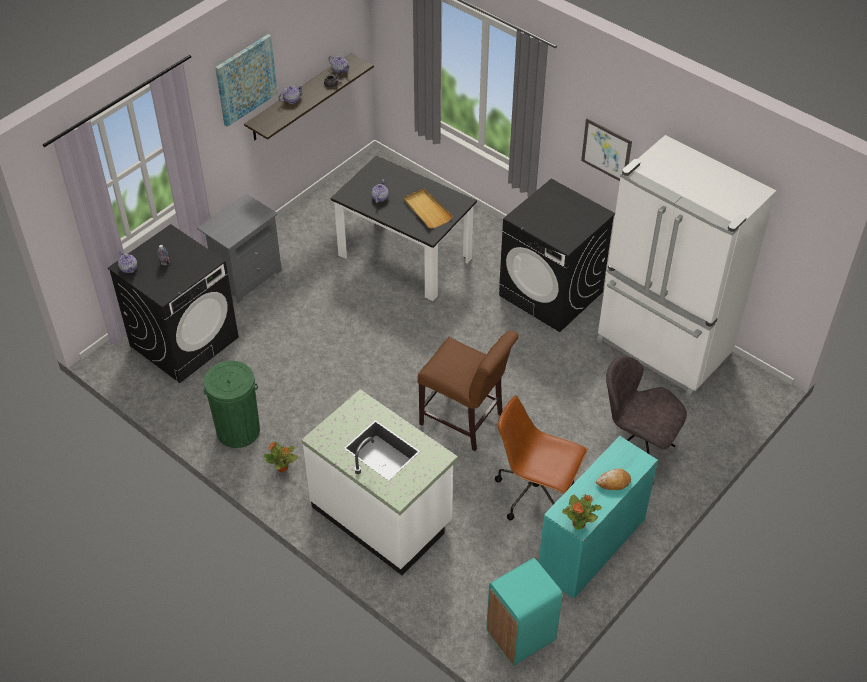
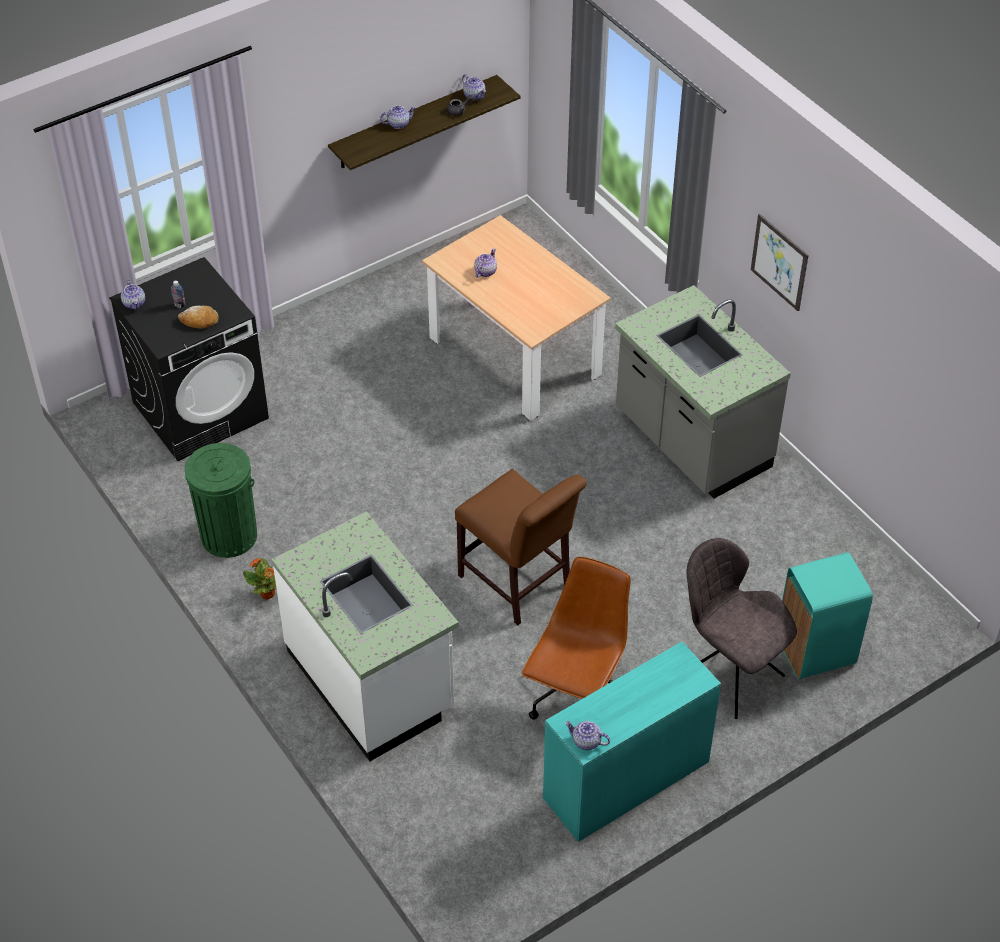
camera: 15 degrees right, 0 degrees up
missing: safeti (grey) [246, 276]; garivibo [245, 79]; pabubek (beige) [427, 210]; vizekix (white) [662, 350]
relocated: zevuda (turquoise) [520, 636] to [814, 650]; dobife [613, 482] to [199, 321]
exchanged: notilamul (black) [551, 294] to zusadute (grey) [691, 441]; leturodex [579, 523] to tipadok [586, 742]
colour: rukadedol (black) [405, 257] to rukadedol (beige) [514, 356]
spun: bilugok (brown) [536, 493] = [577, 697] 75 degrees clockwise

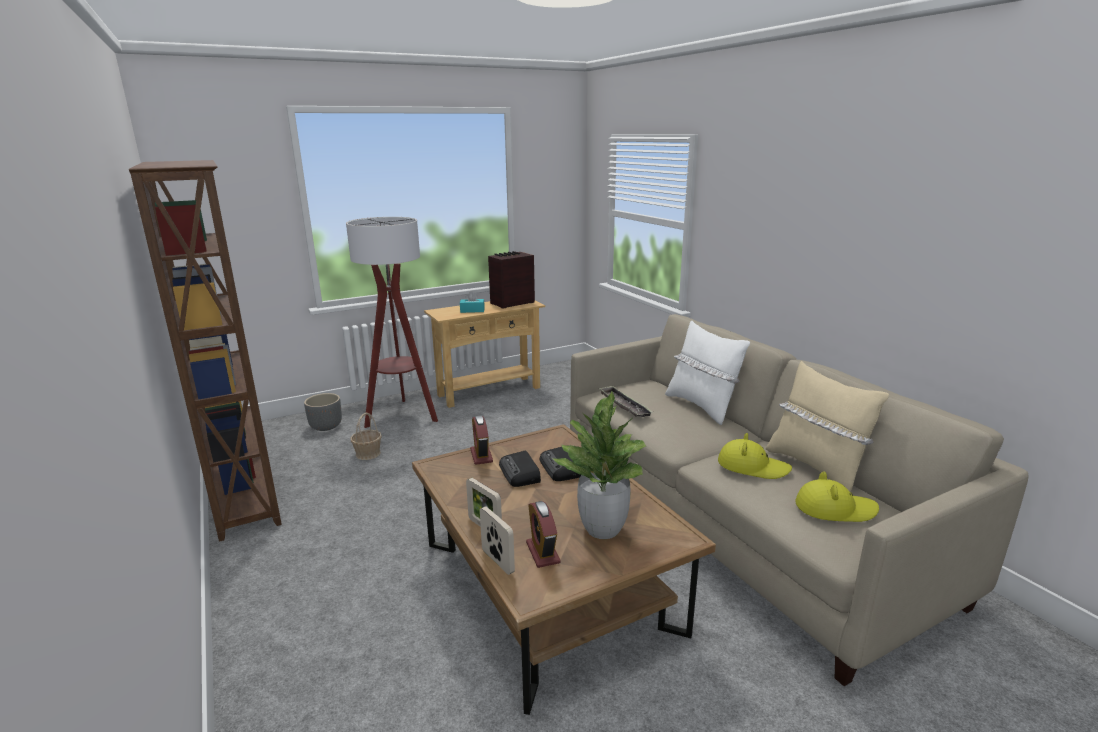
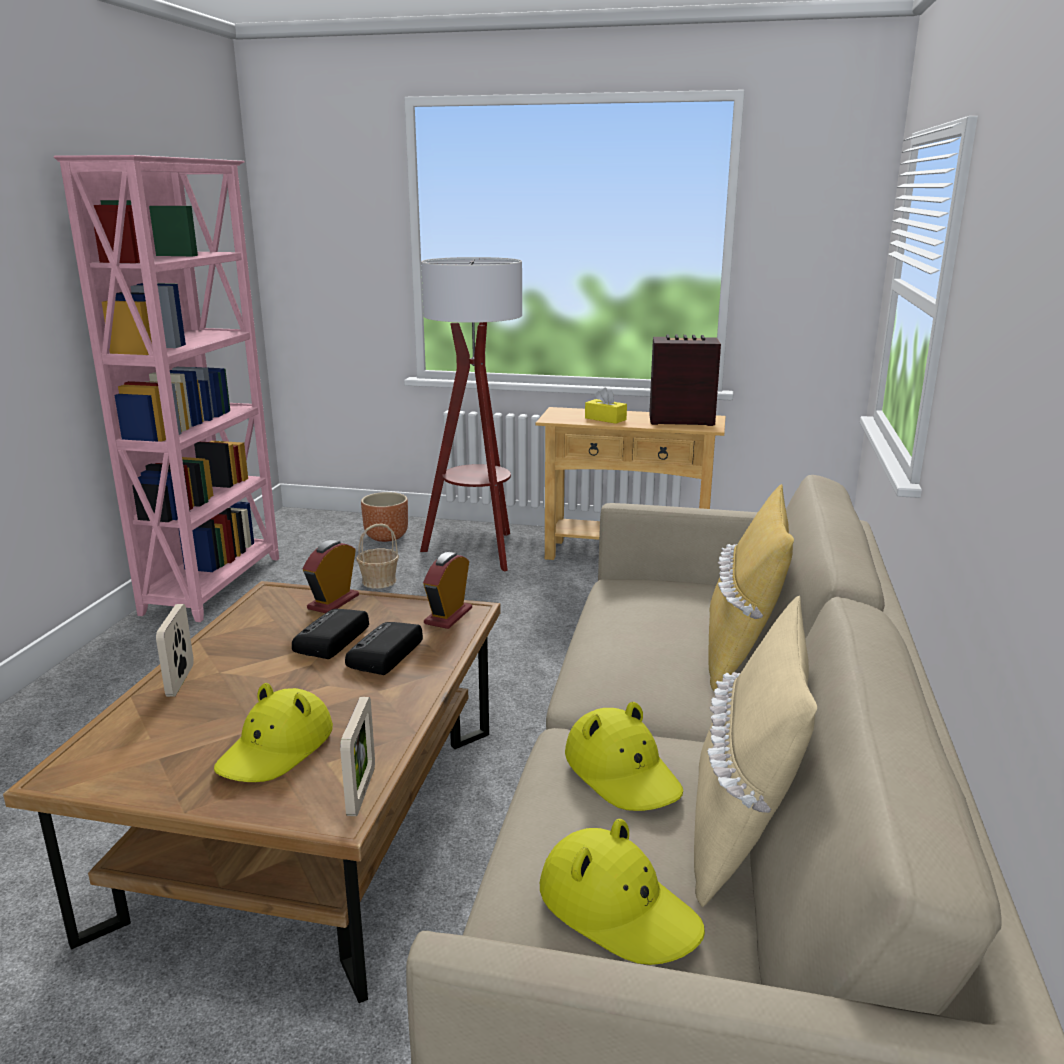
camera: 40 degrees right, 0 degrees up
missing: pabubek [624, 405]
relocated: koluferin [497, 561] to [361, 791]; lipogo [542, 552] to [448, 616]
exchanged: leturodex [602, 529] to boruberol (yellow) [276, 748]
colour: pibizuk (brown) [248, 498] to pibizuk (pink) [215, 584]; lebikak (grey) [326, 426] to lebikak (brown) [387, 537]; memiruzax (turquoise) [472, 310] to memiruzax (yellow) [605, 419]; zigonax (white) [701, 406] to zigonax (yellow) [741, 653]

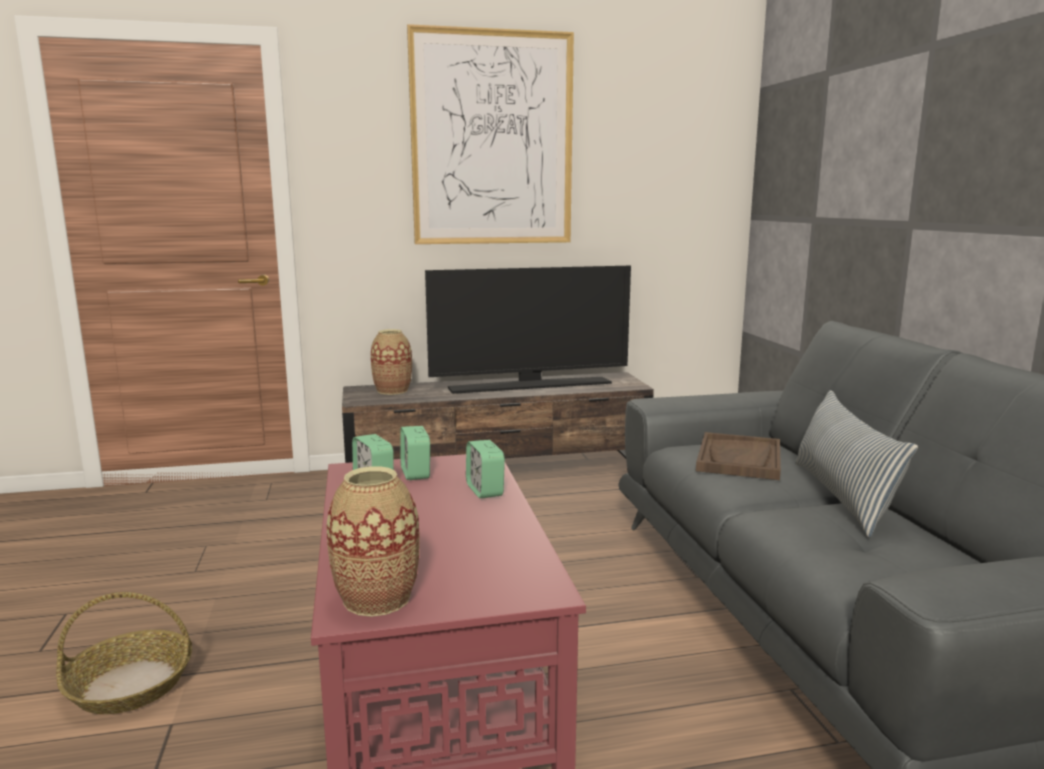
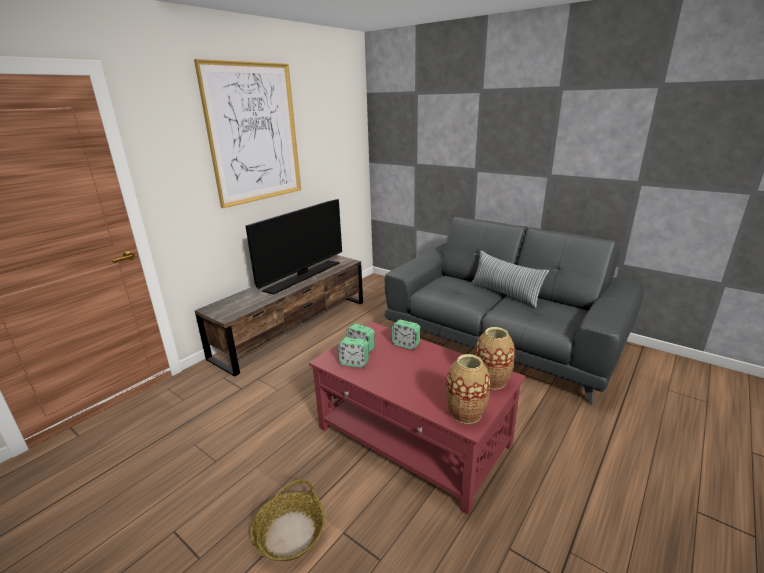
camera: 40 degrees left, 10 degrees up
missing: pabubek (brown) [739, 459]
relocated: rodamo [392, 390] to [491, 380]

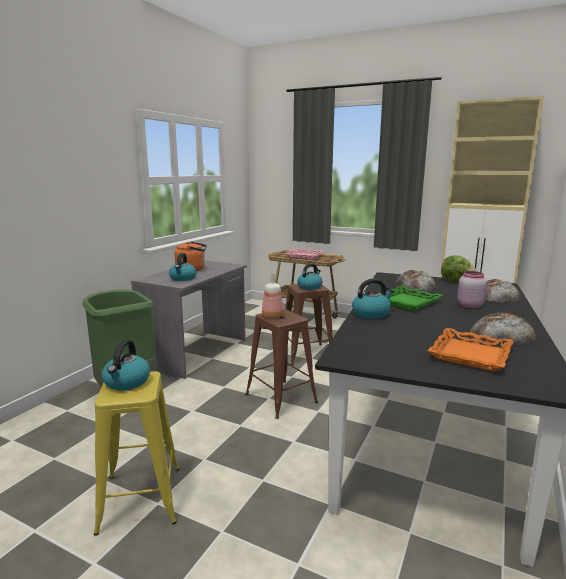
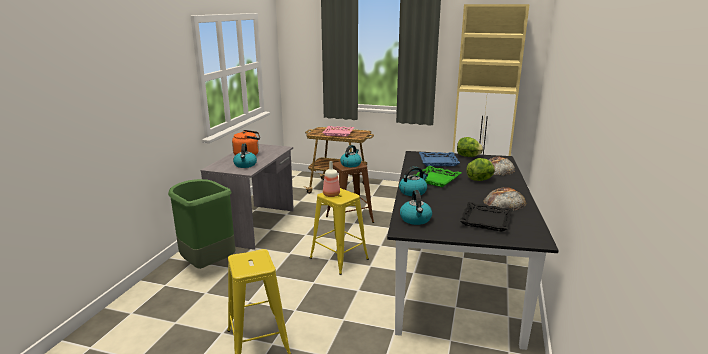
camera: 10 degrees left, 5 degrees up
relocated: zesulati [127, 382] to [415, 219]
exchanged: dobife [415, 284] to pabubek (blue) [438, 162]; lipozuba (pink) [468, 306] to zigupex [480, 180]
colour: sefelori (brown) [281, 398] to sefelori (yellow) [339, 258]; pabubek (orange) [471, 355] to pabubek (black) [486, 220]

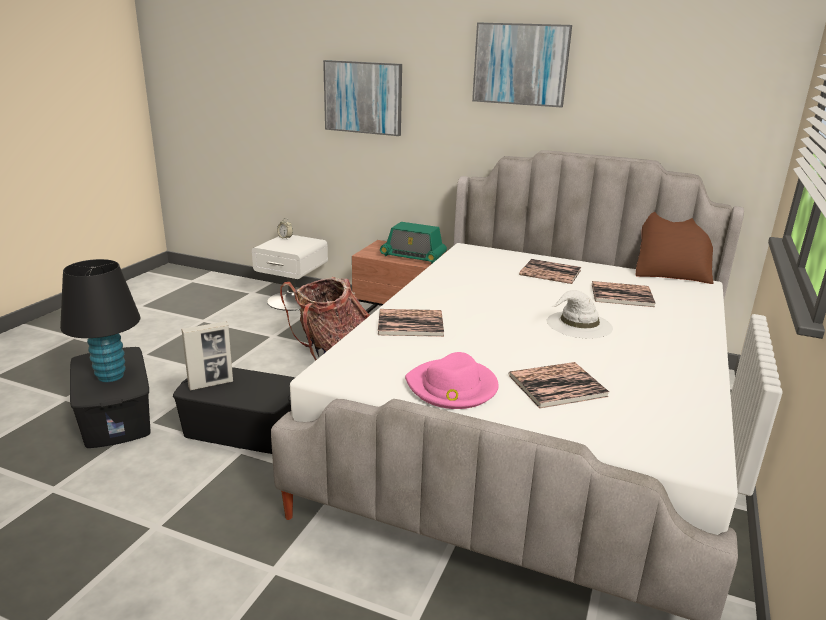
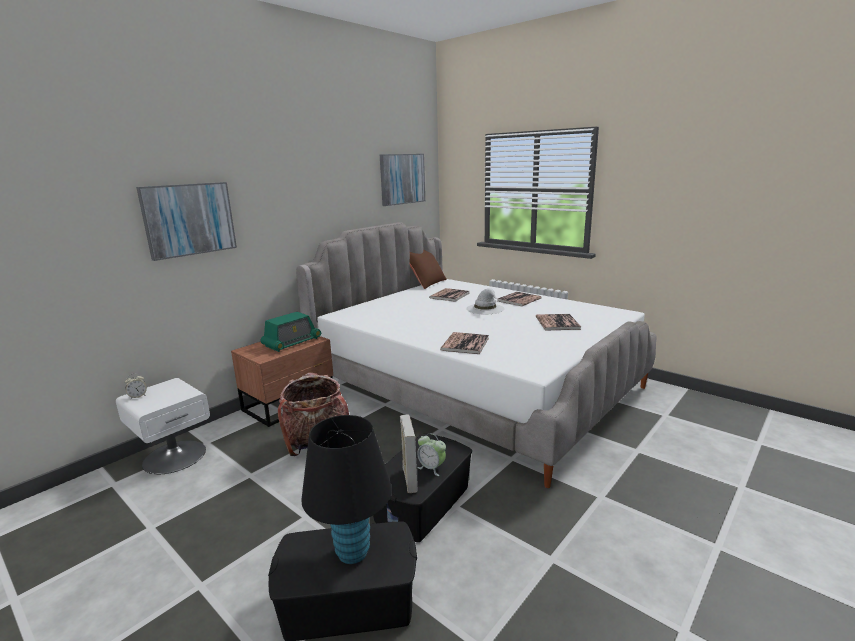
camera: 70 degrees left, 5 degrees down
missing: boruberol (pink) [452, 388]
appeared: lipogo [431, 468]
relocated: garivibo [520, 64] to [402, 179]; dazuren [550, 272] to [519, 300]

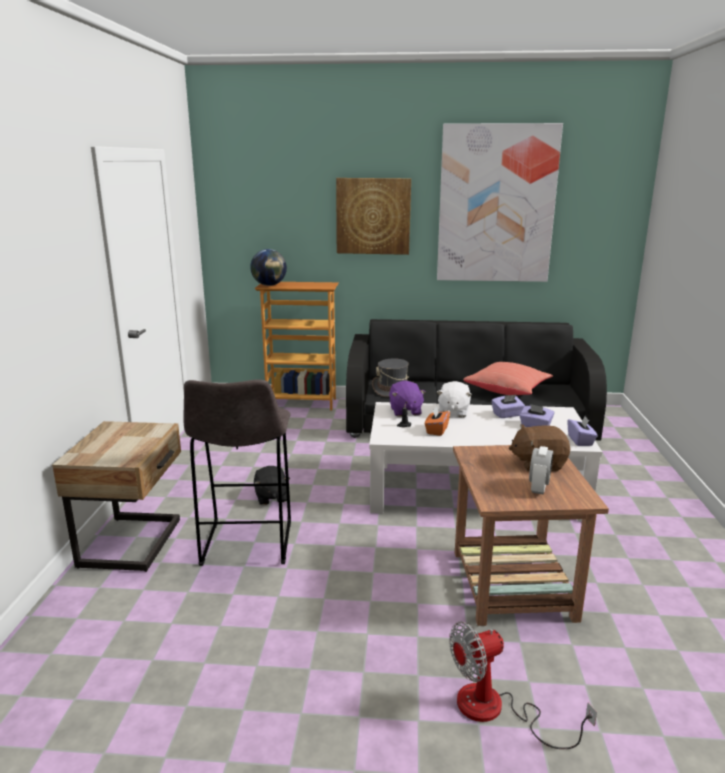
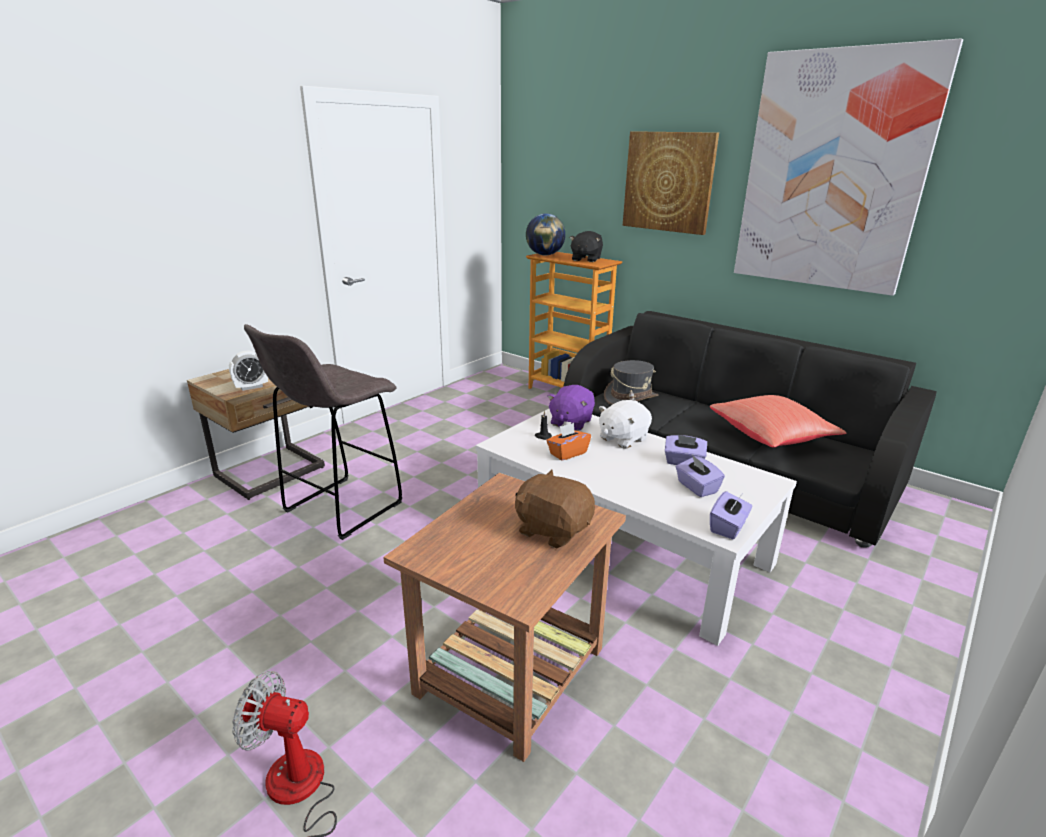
camera: 35 degrees right, 5 degrees up
relocated: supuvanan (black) [271, 497] to [585, 259]; lipogo [538, 488] to [251, 387]

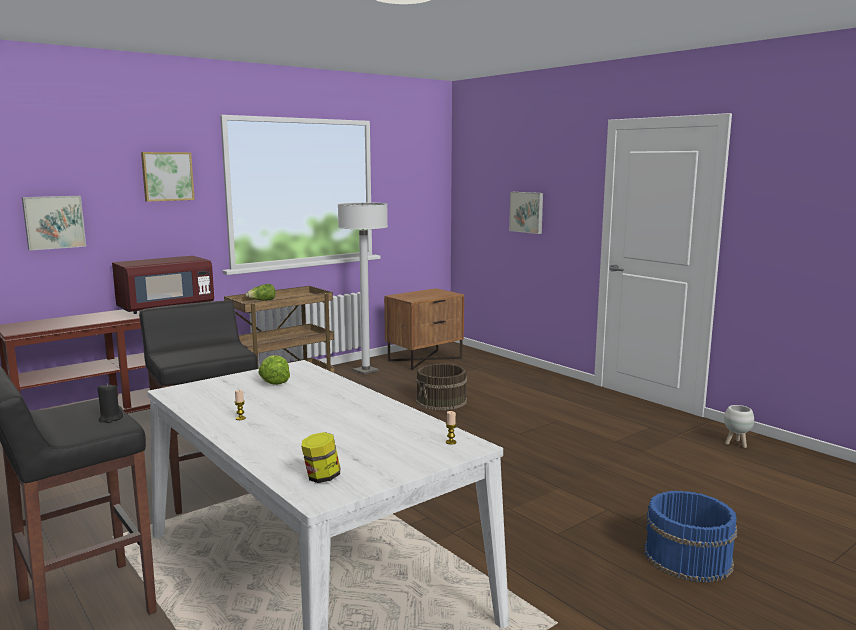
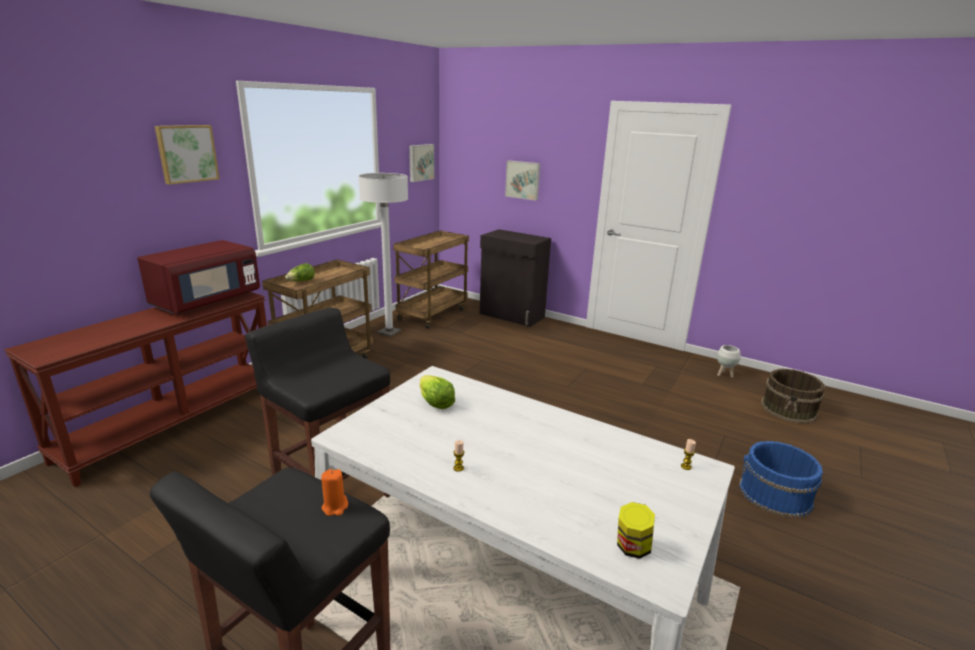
camera: 20 degrees left, 10 degrees up
appeared: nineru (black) [511, 316]
relocated: garivibo [54, 222] to [420, 162]; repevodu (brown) [441, 401] to [789, 409]
exchanged: safeti (brown) [424, 359] to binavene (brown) [432, 313]
colour: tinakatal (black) [110, 419] to tinakatal (orange) [335, 507]

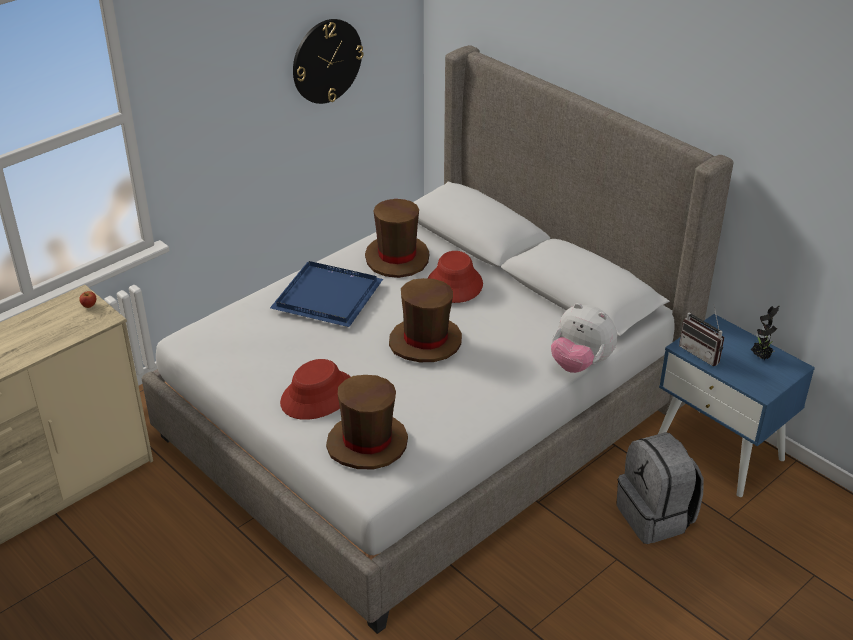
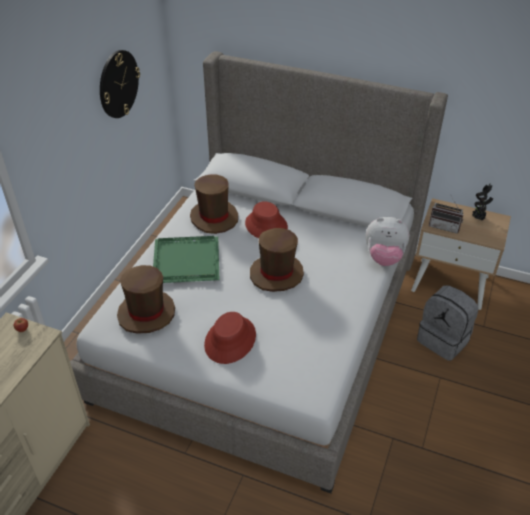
camera: 25 degrees left, 5 degrees up
relocated: boruberol (brown) [367, 444] to [146, 313]
colour: pabubek (blue) [329, 296] to pabubek (green) [187, 260]; safeti (blue) [720, 451] to safeti (beige) [450, 283]

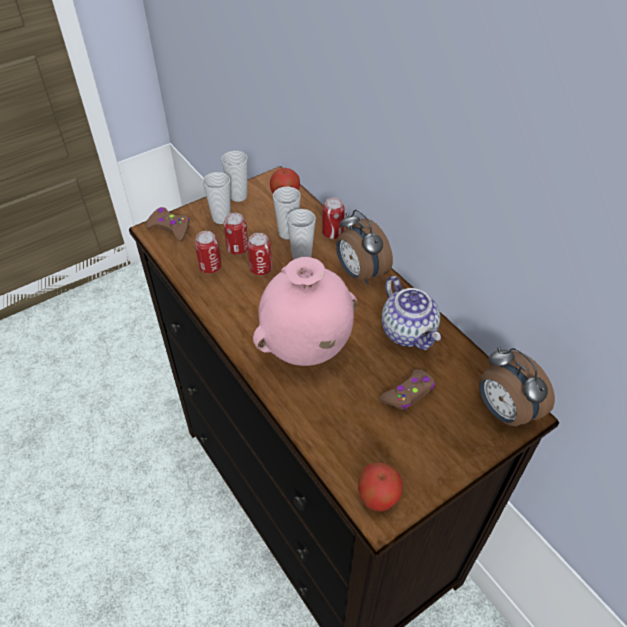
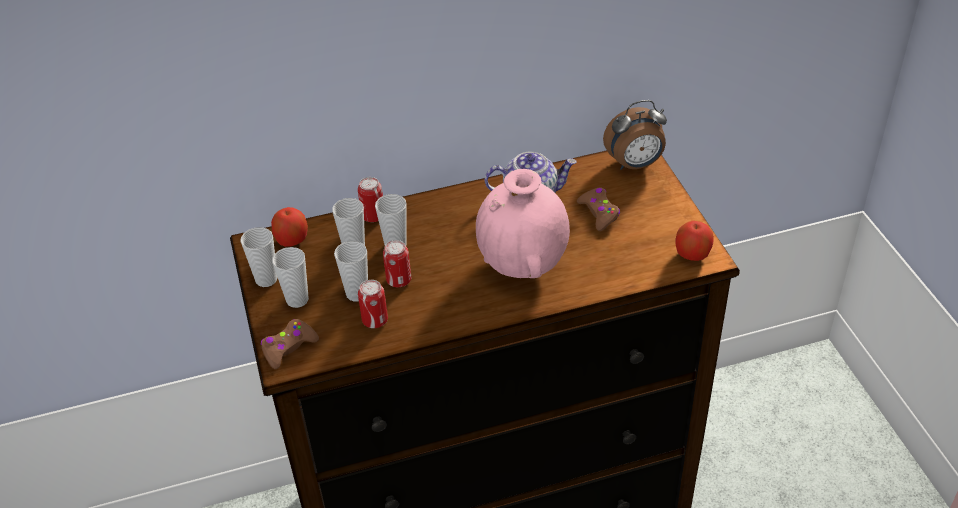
camera: 70 degrees left, 5 degrees down
missing: lipogo [359, 273]
exchanged: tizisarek [237, 248] to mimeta [357, 293]

